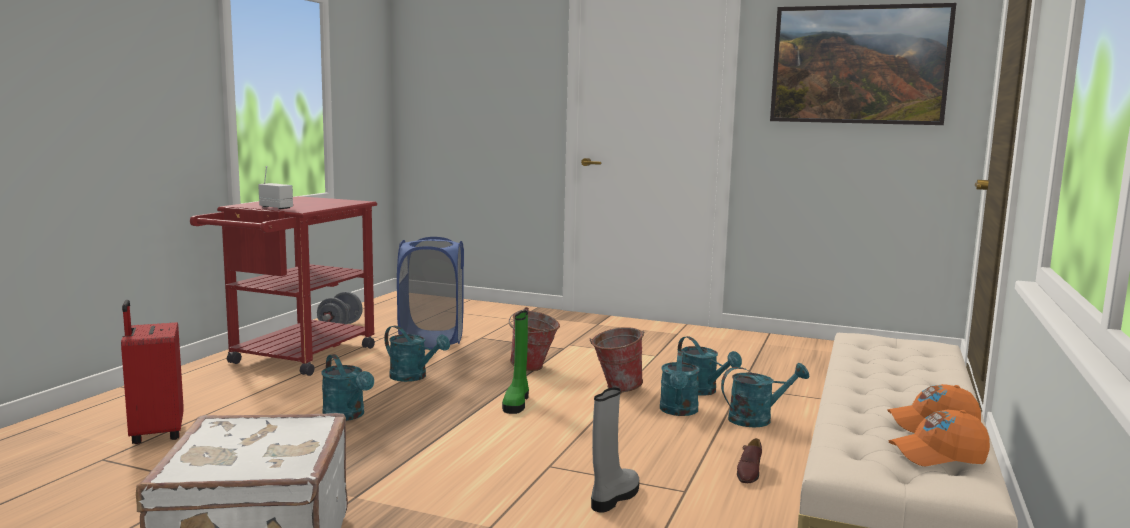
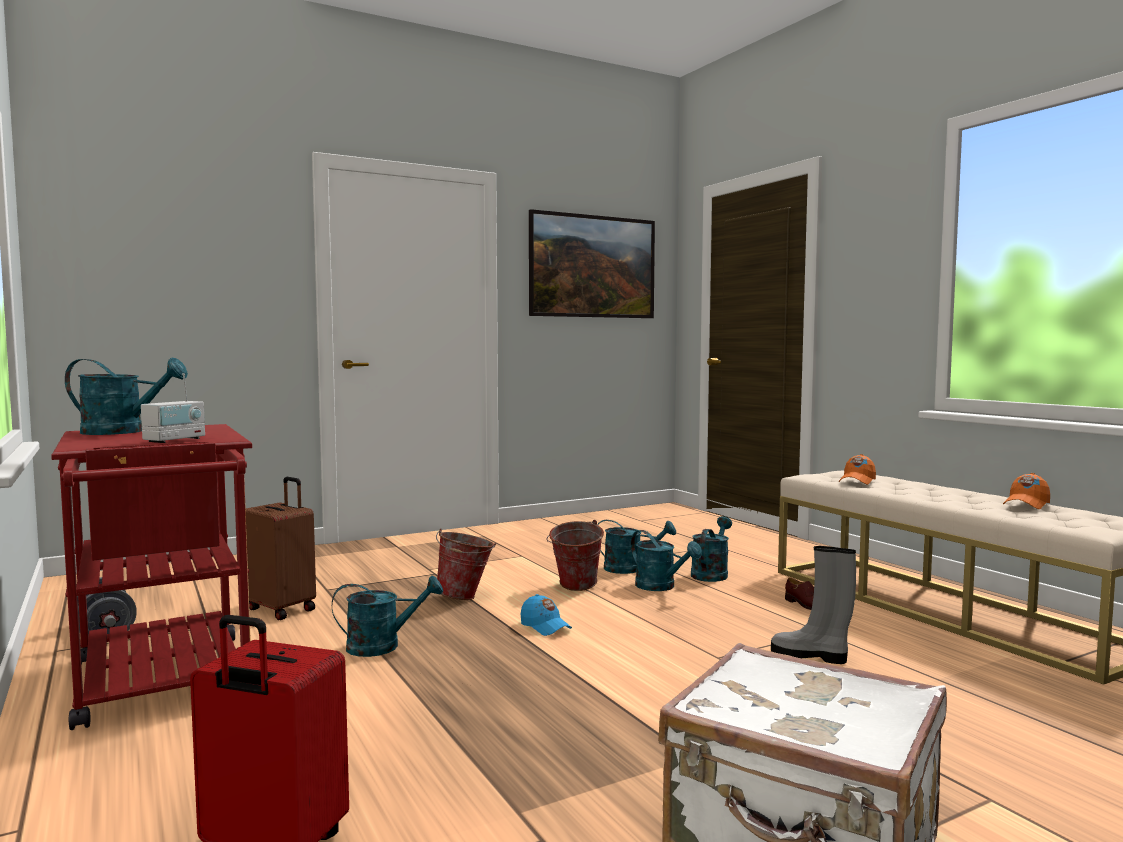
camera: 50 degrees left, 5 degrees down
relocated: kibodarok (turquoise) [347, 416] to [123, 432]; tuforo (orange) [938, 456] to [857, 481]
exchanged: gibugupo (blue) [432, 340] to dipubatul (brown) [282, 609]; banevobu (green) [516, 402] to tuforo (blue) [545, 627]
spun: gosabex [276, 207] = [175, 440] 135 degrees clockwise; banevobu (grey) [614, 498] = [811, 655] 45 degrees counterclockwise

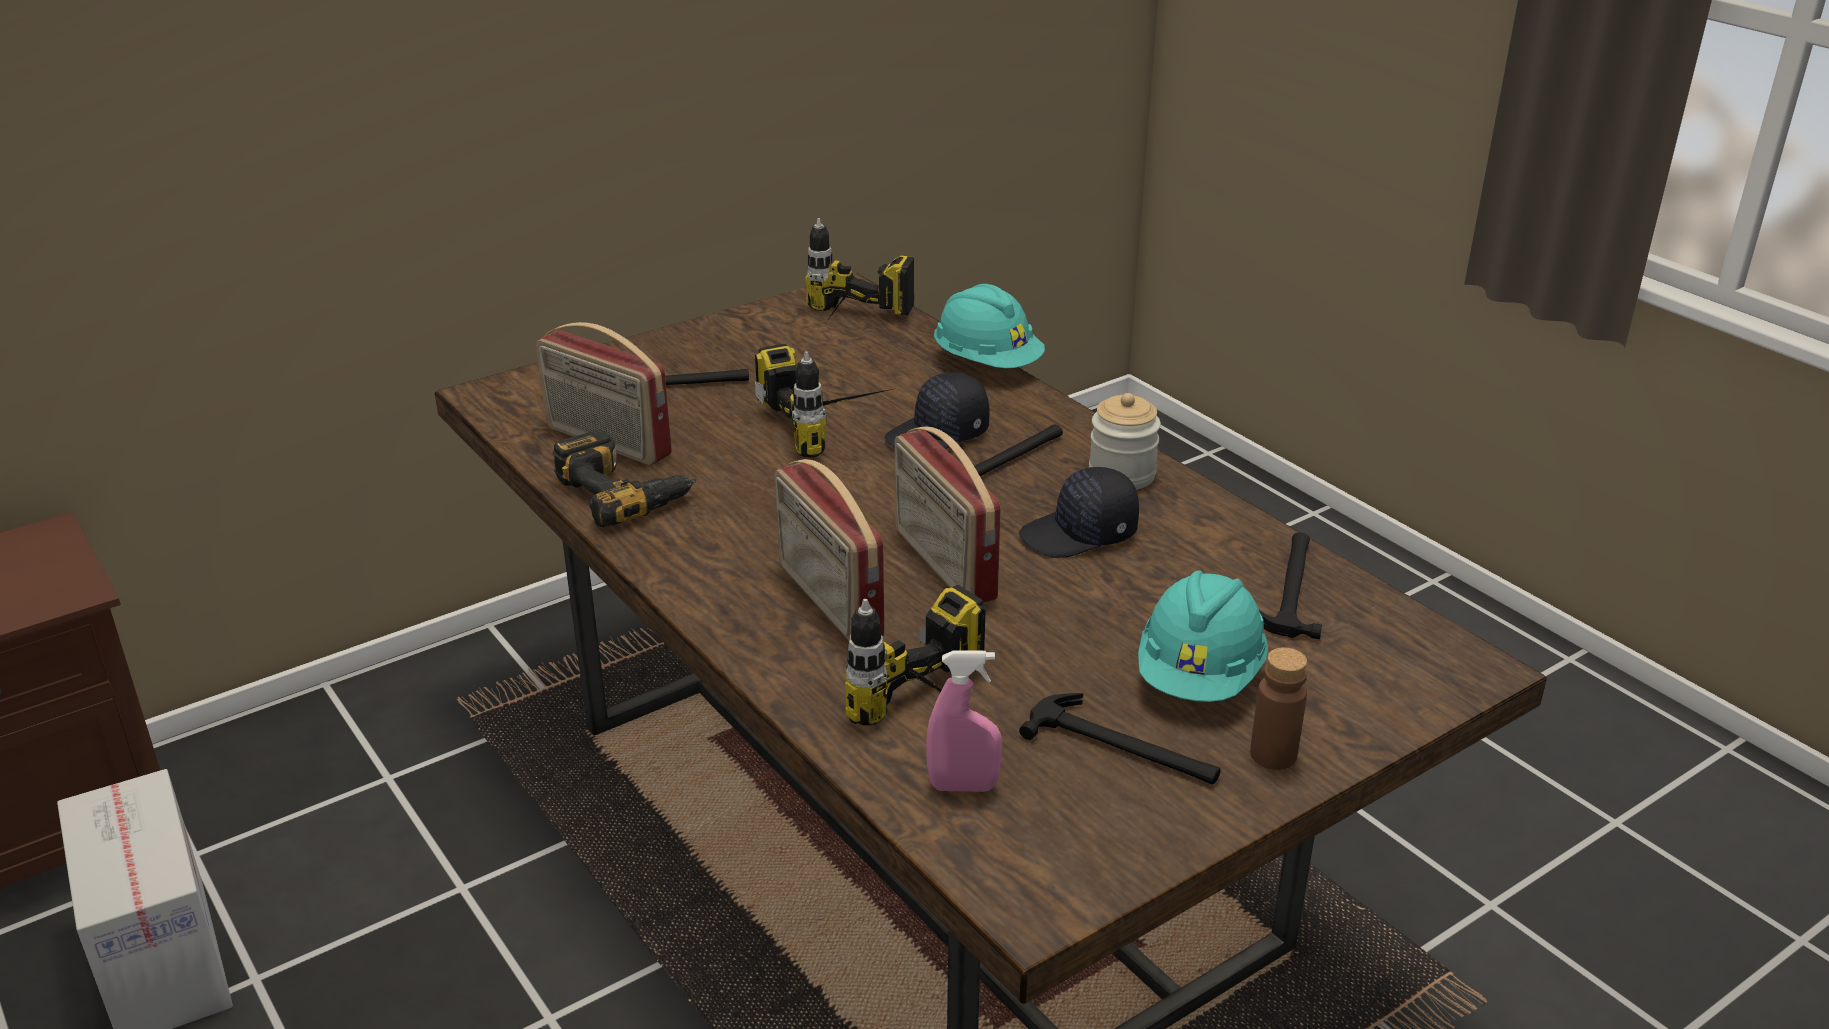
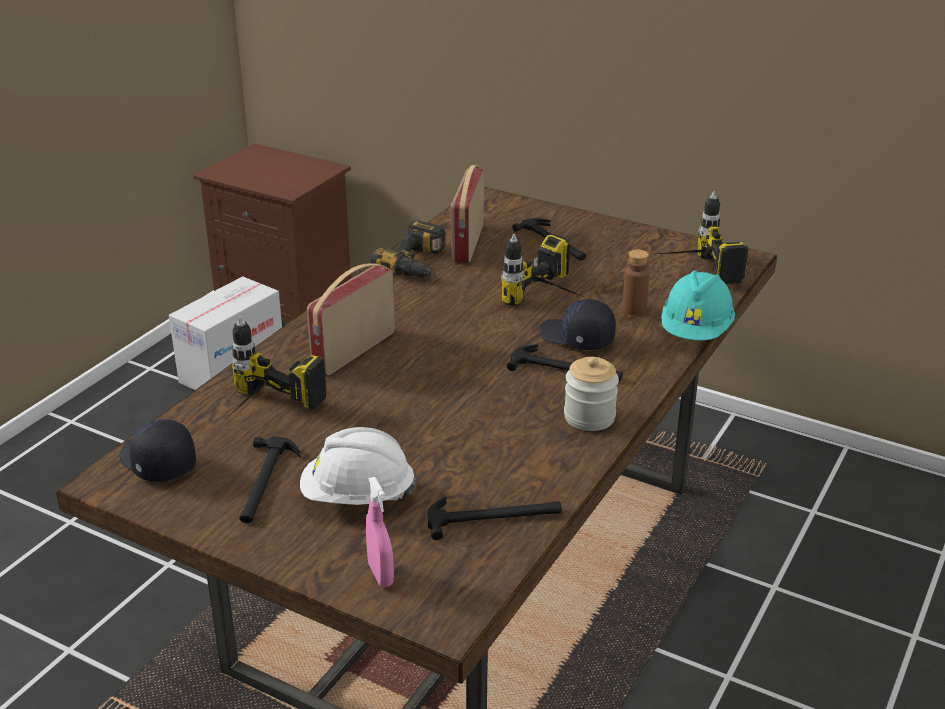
camera: 65 degrees right, 0 degrees up
missing: gosabex [942, 565]
relocated: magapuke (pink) [963, 786] to [380, 575]; tuforo (black) [1080, 534] to [156, 462]; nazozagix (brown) [1273, 755] to [634, 309]
colour: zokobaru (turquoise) [1200, 676] to zokobaru (white) [357, 497]

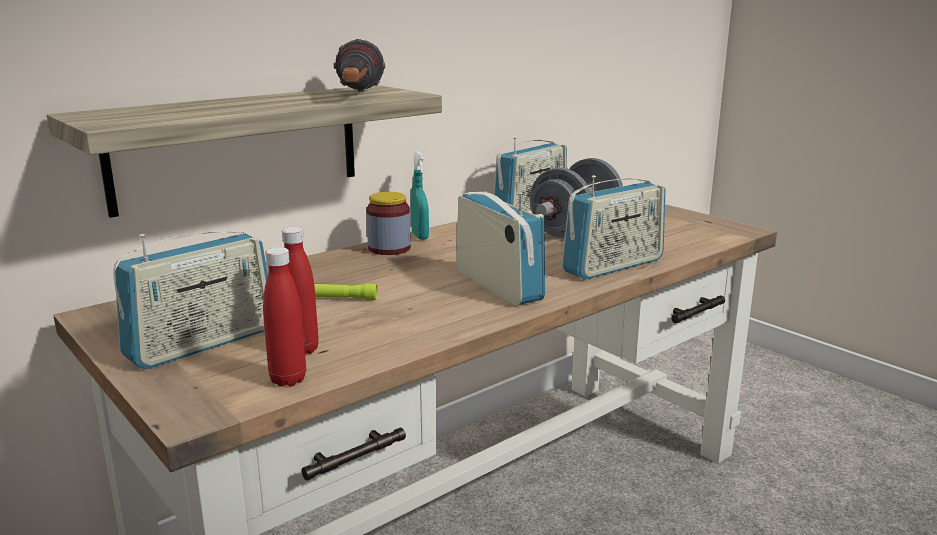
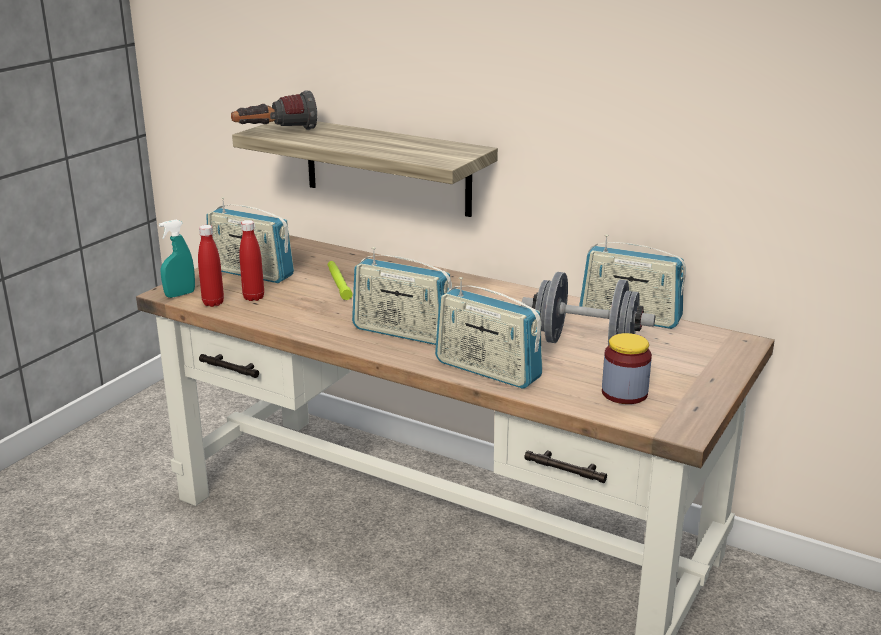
camera: 70 degrees right, 5 degrees up
relocated: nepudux [357, 97] to [275, 132]; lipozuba [389, 248] to [624, 393]; magapuke (turquoise) [420, 236] to [180, 294]
spun: gosabex [498, 285] = [402, 332] 75 degrees clockwise

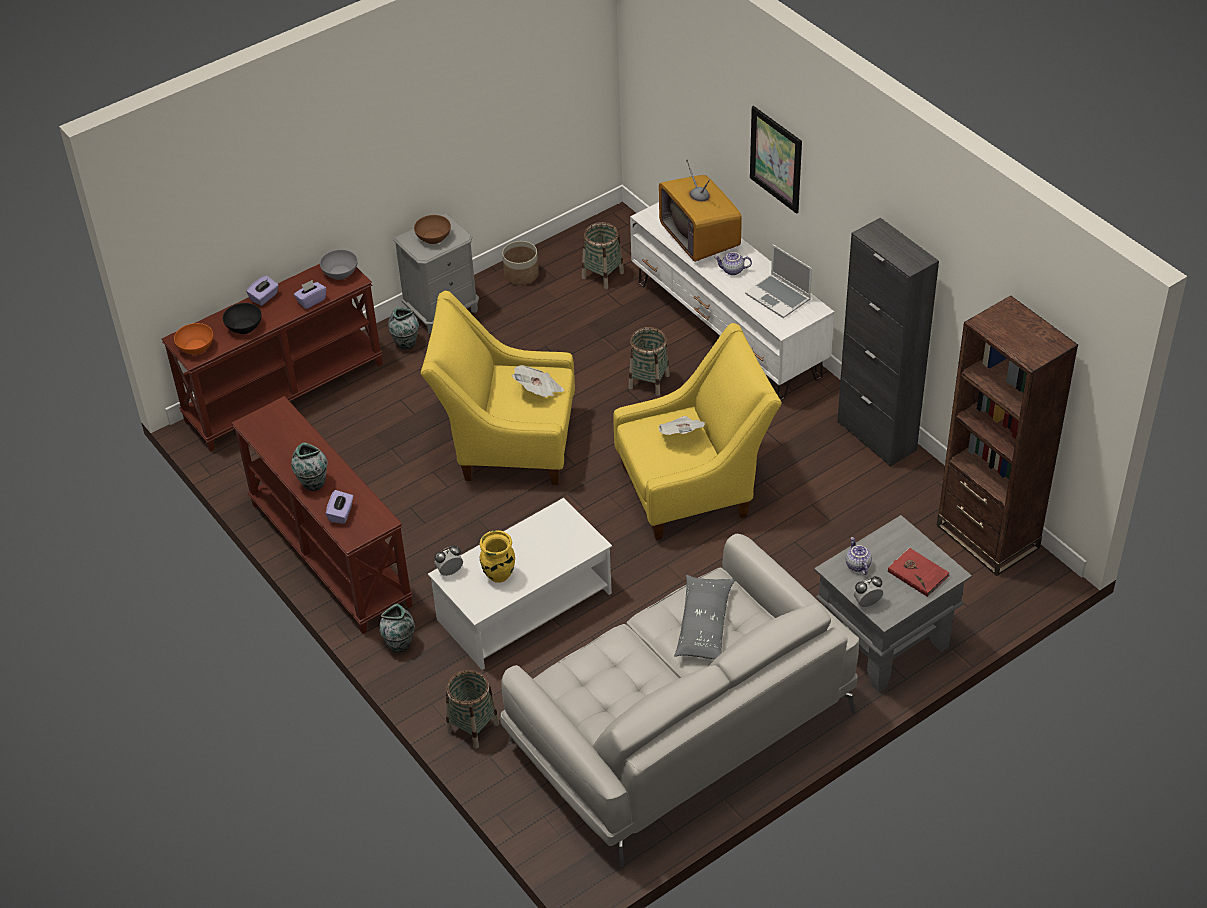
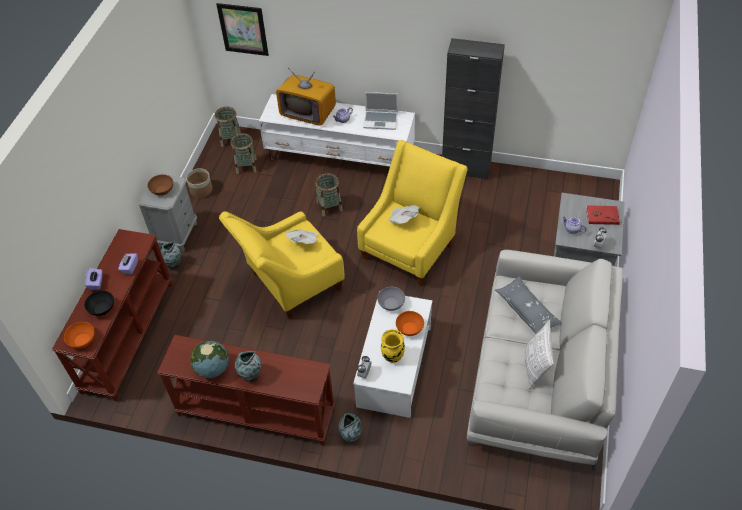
camera: 40 degrees left, 5 degrees up
missing: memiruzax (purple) [341, 514]; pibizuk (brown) [987, 537]
appeared: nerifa [212, 369]; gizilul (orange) [409, 328]; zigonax [535, 367]
relocated: gizilul (grey) [340, 273] to [391, 303]; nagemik [473, 727] to [231, 139]; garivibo [776, 159] to [243, 29]

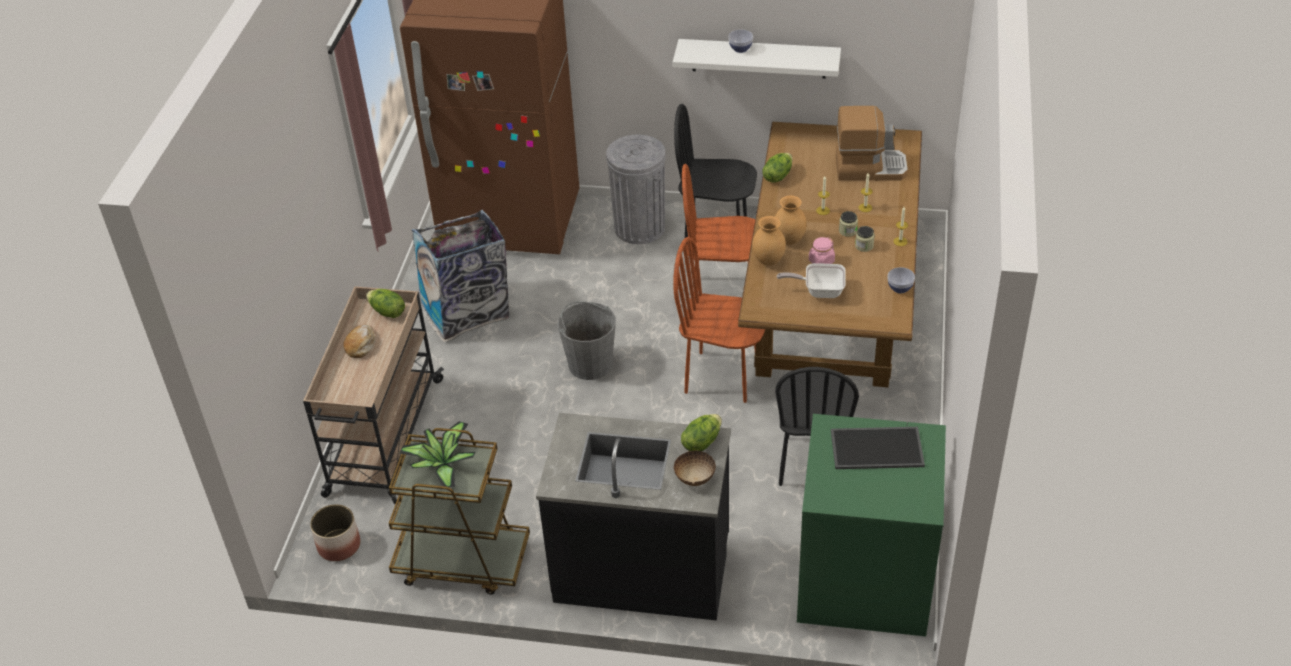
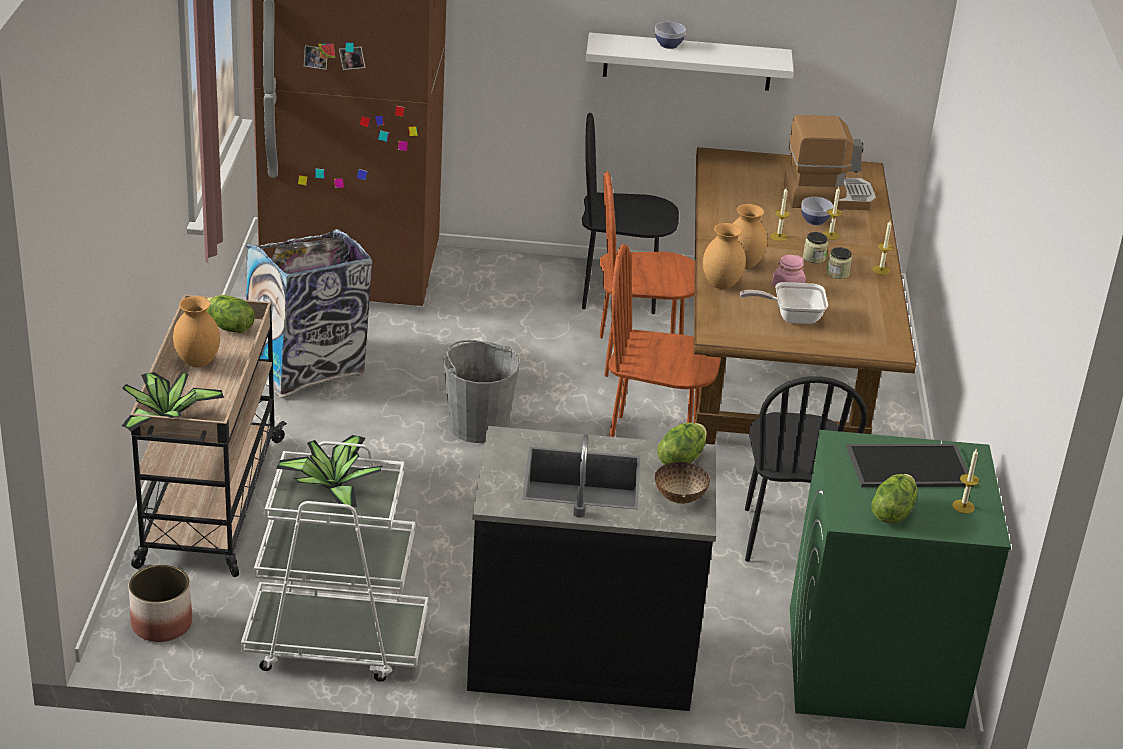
camera: 10 degrees left, 10 degrees down
missing: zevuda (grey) [639, 228]
appeared: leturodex [166, 416]; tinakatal [963, 506]
relocated: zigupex [777, 176] to [891, 513]; gizilul [900, 288] to [814, 220]
exchanged: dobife [360, 345] to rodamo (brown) [197, 362]
colour: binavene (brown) [461, 561] to binavene (white) [335, 643]

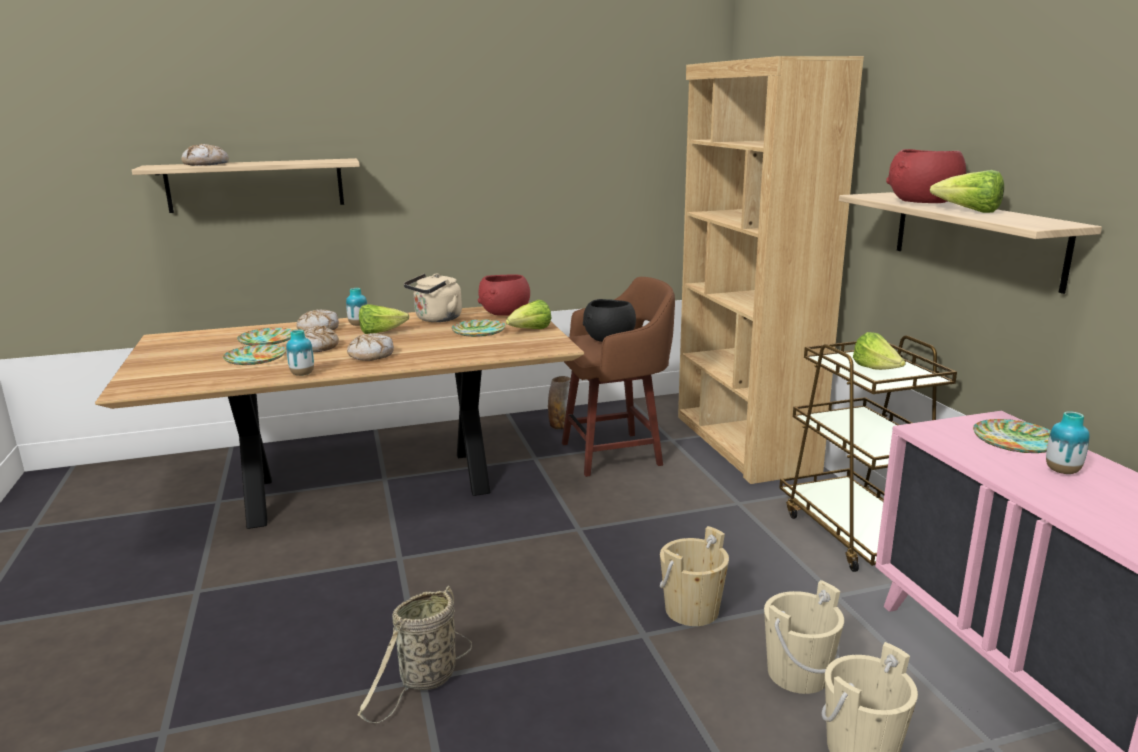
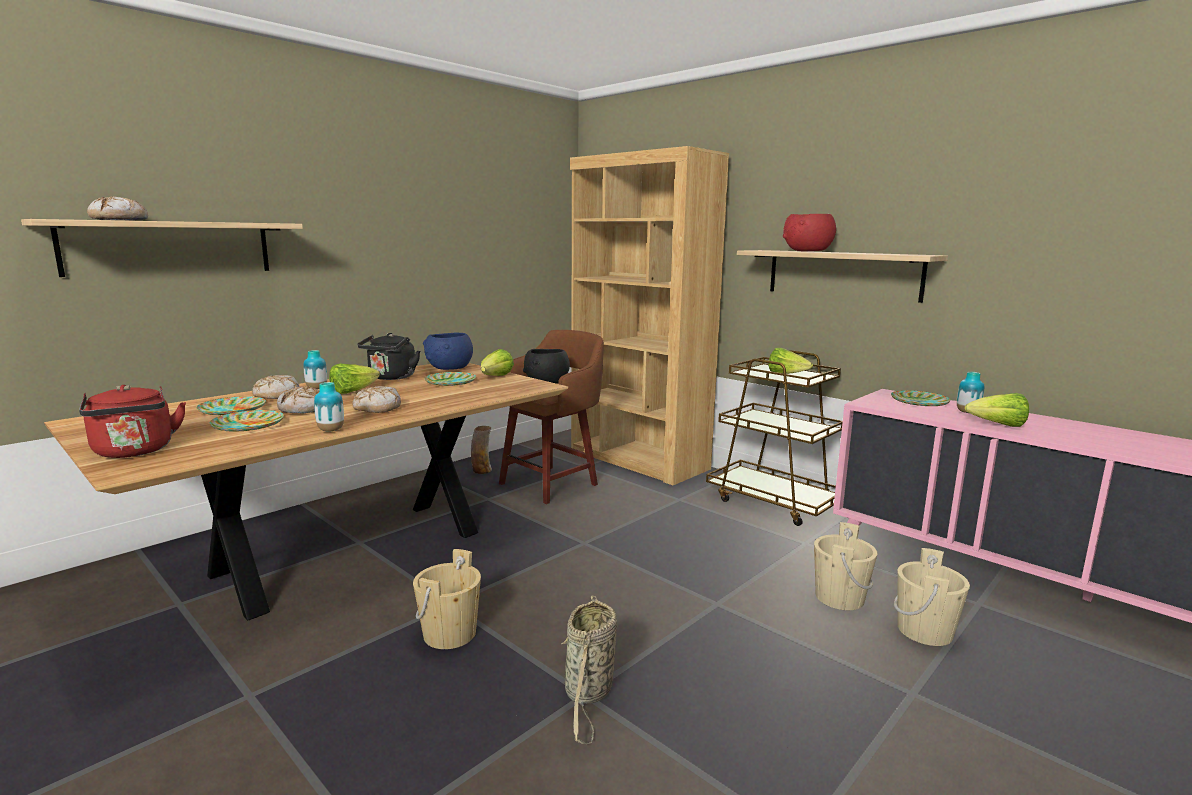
camera: 30 degrees left, 5 degrees down
appeared: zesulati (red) [135, 452]
relocated: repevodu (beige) [692, 610] to [449, 633]; zigupex [969, 211] to [997, 425]
colour: zesulati (beige) [436, 319] to zesulati (black) [391, 377]; gizilul (red) [504, 314] to gizilul (blue) [449, 369]

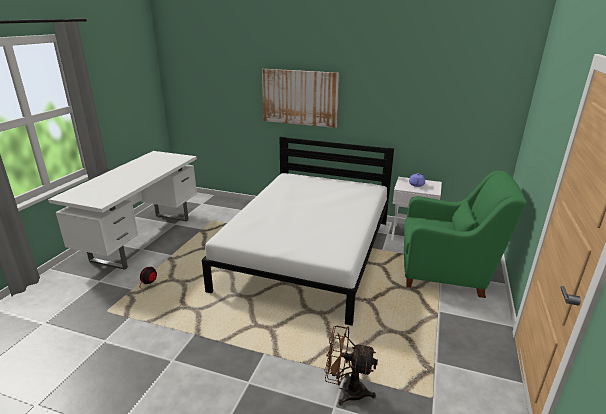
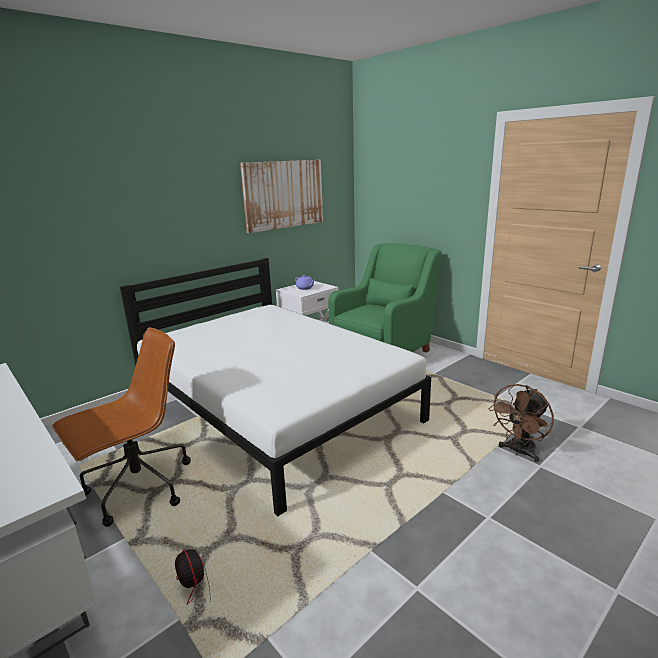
camera: 60 degrees left, 5 degrees down
appeared: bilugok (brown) [138, 489]
relocated: garivibo [300, 97] to [284, 194]

